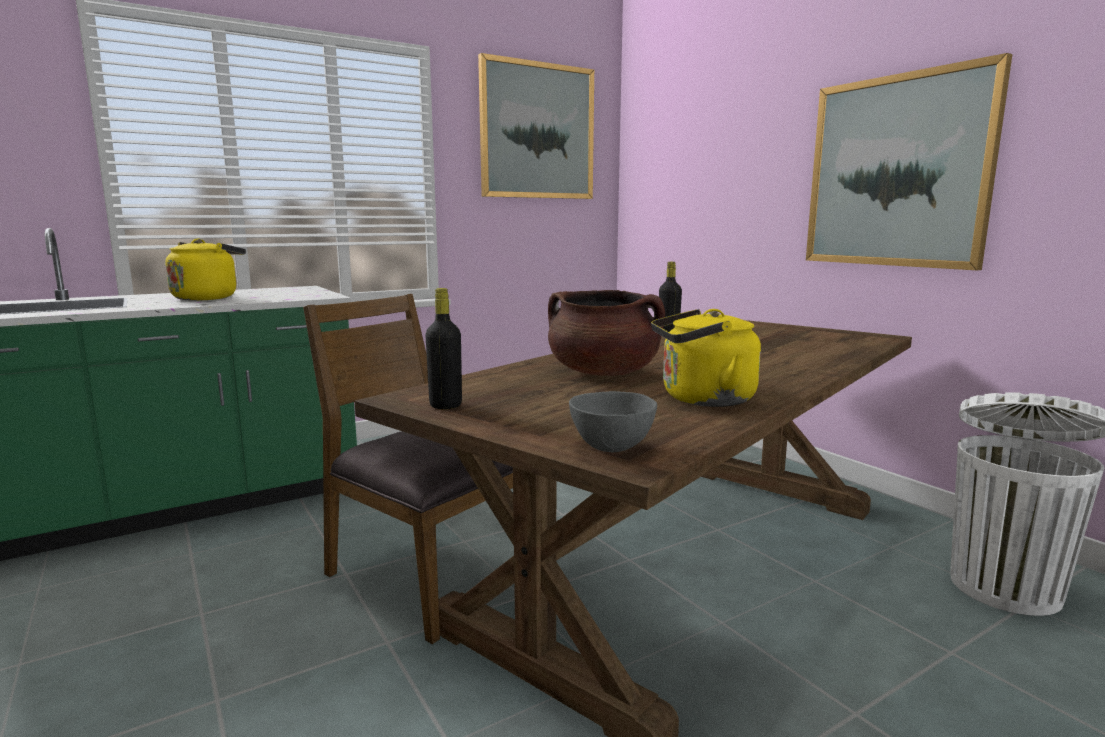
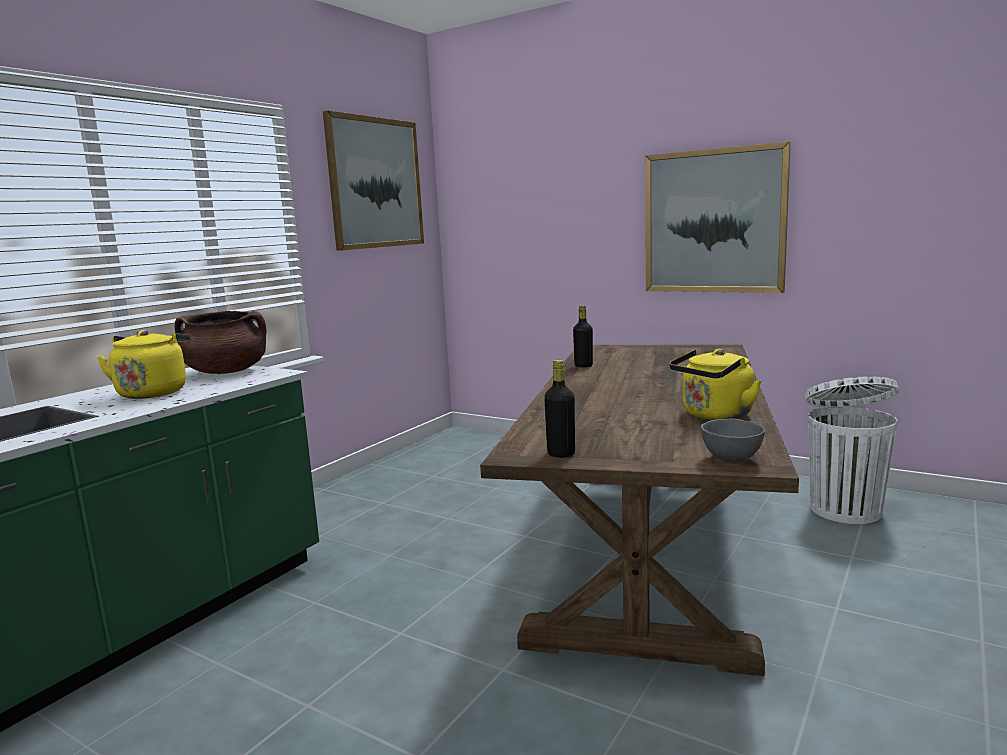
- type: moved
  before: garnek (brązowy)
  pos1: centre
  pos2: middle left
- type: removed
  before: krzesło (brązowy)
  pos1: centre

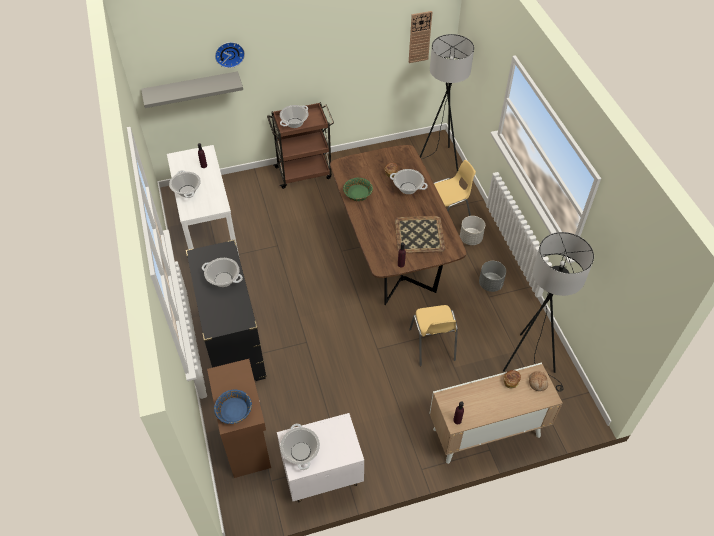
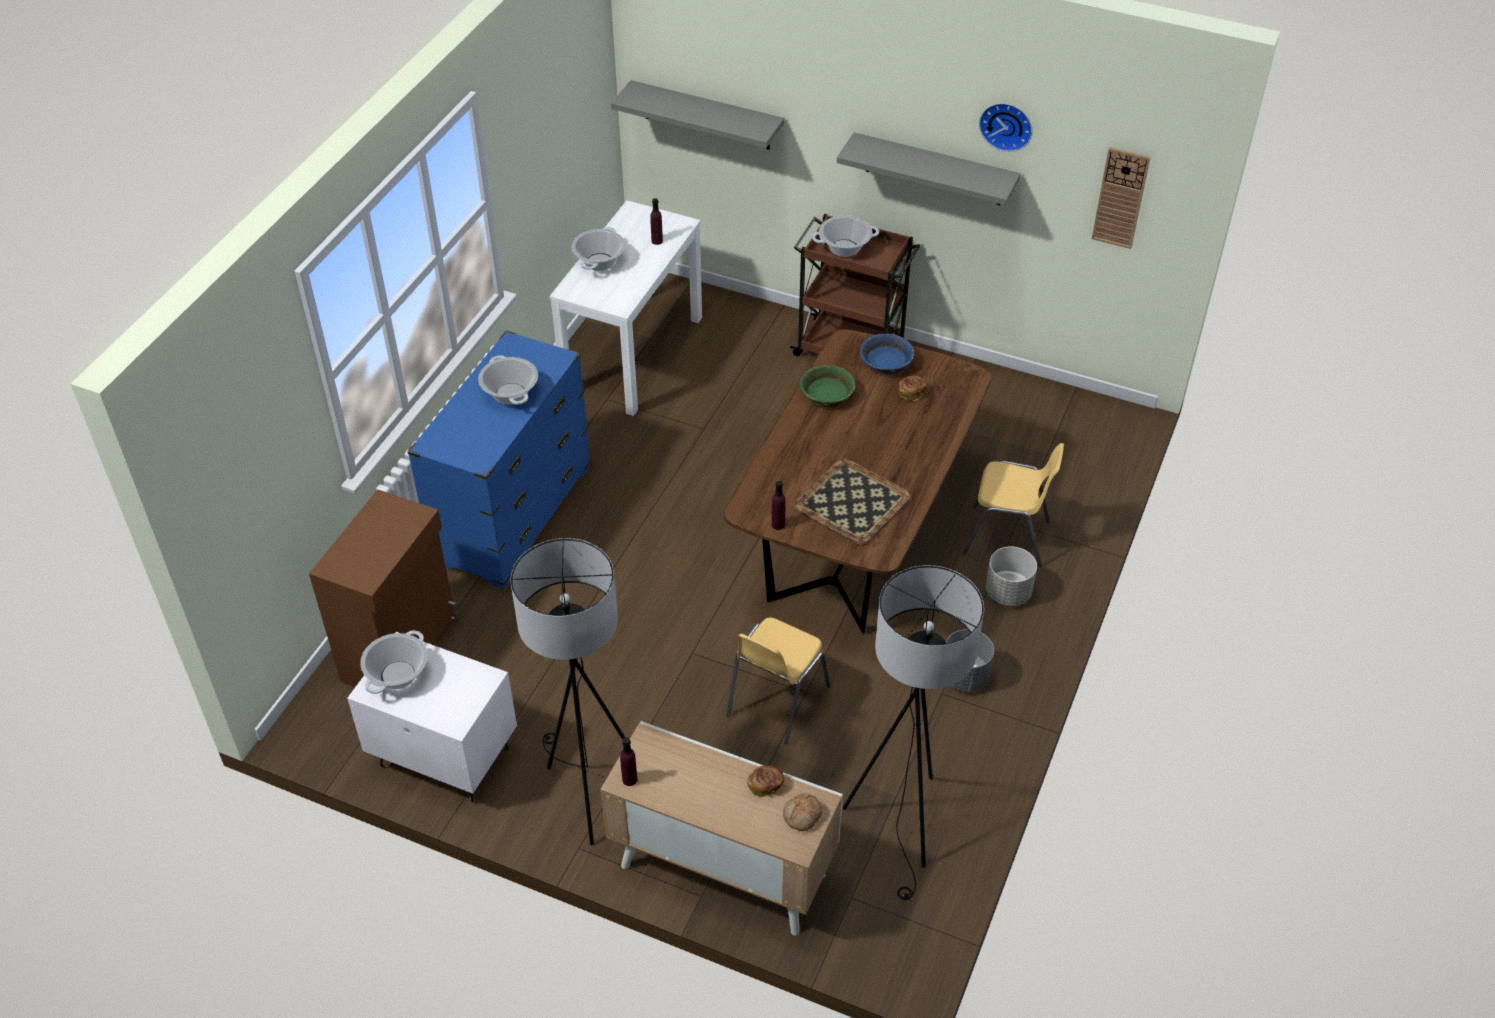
- type: recoloured
  before: komoda (czarny)
  after: komoda (niebieski)
  pos1: middle left
  pos2: centre
- type: moved
  before: lampa stojąca (czarny) (1st from left)
  pos1: top centre
  pos2: bottom centre
- type: added
  after: półka (szary) (2nd from left)
  pos2: top centre
- type: moved
  before: miska (niebieski)
  pos1: bottom left
  pos2: centre
- type: moved
  before: zegar ścienny (1st from left)
  pos1: top left
  pos2: top right
- type: removed
  before: garnek (5th from left)
  pos1: centre

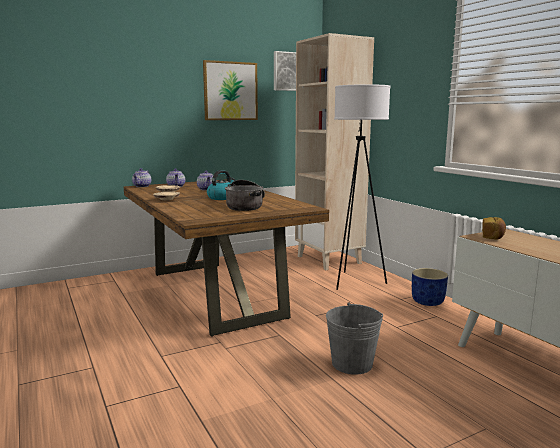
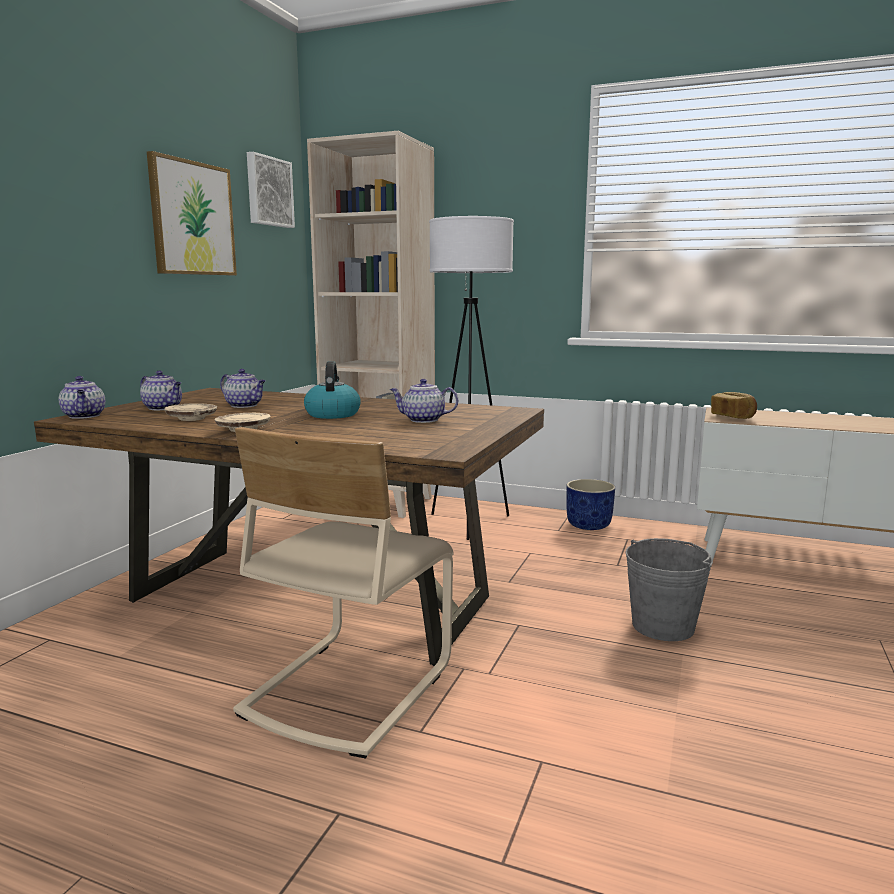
- type: added
  after: krzesło (beżowy)
  pos2: centre
- type: replaced
  before: garnek
  after: imbryk (4th from left)
  pos1: centre
  pos2: centre

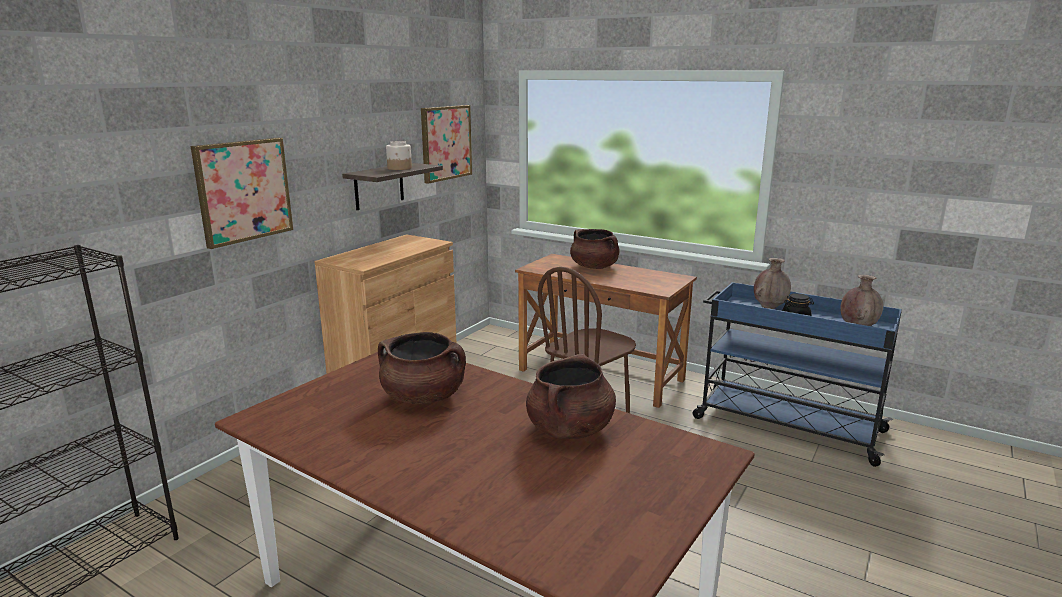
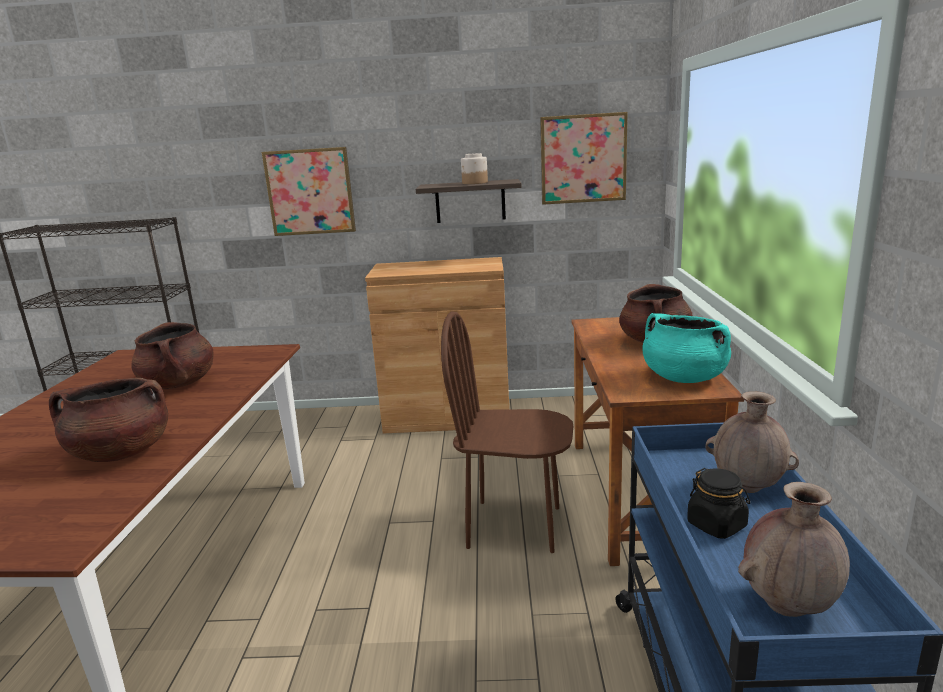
- type: added
  after: garnek (turkusowy)
  pos2: middle right

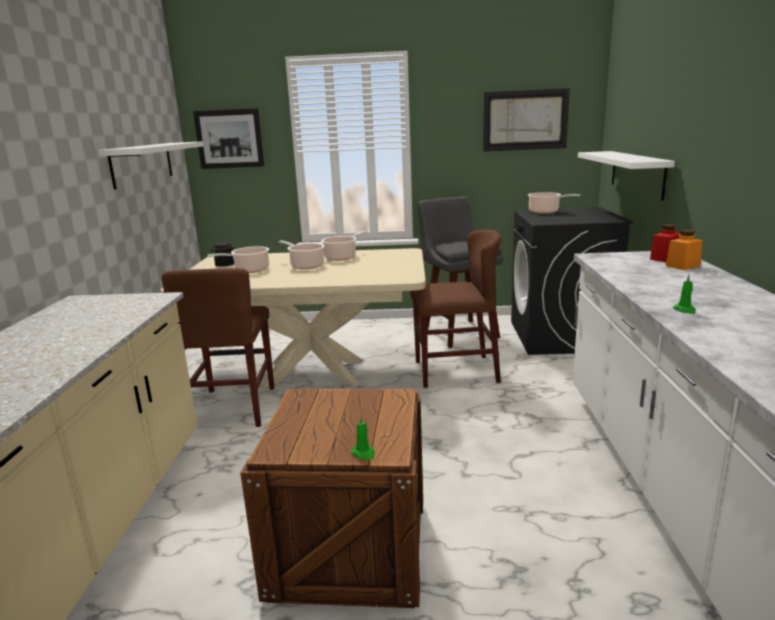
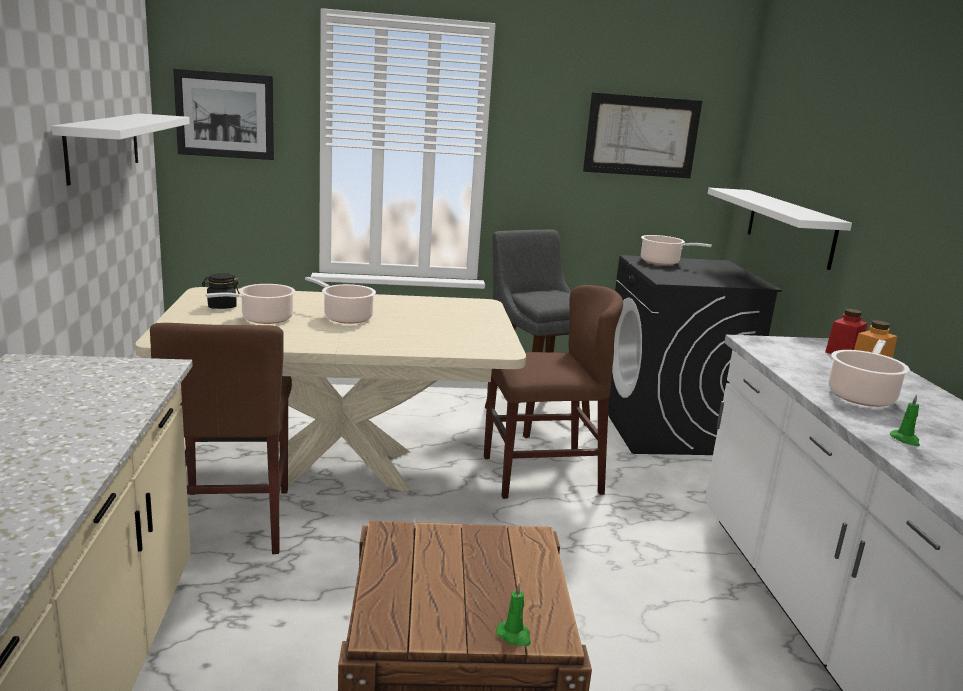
- type: moved
  before: garnek (3rd from left in the first image)
  after: garnek (4th from left)
  pos1: centre
  pos2: middle right

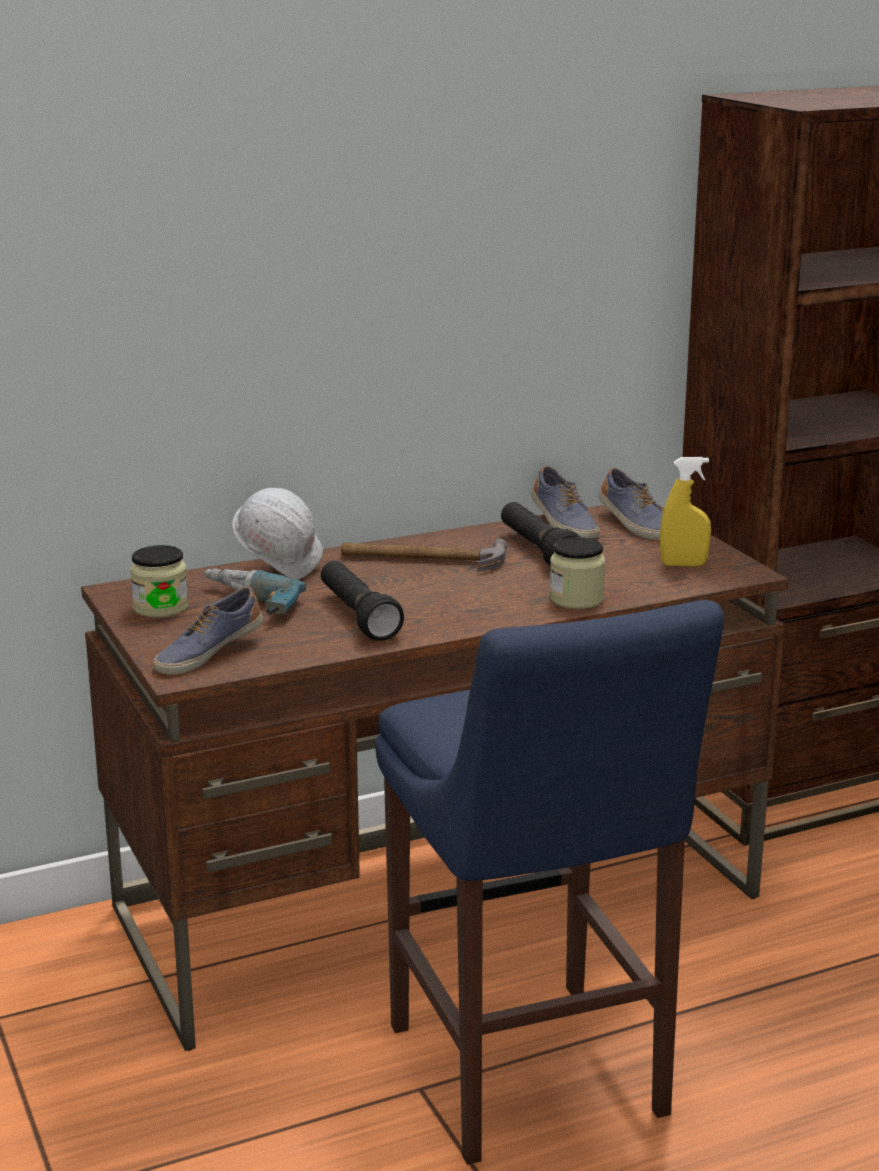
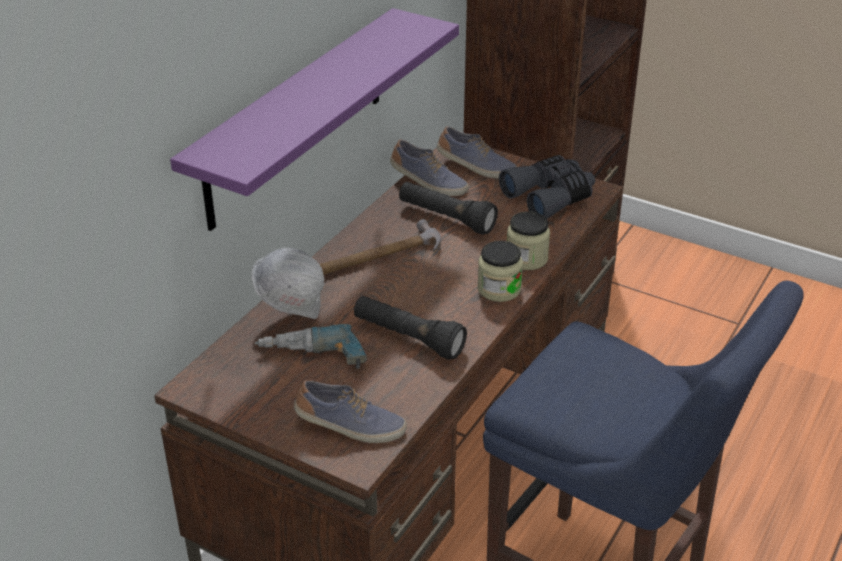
- type: added
  after: półka (fioletowy)
  pos2: top centre
- type: turned
  before: but (1st from left)
  pos1: middle left
  pos2: bottom centre
  turn: -90
- type: moved
  before: słoik (1st from left)
  pos1: middle left
  pos2: centre
- type: replaced
  before: spryskiwacz (żółty)
  after: lornetka (szary)
  pos1: middle right
  pos2: centre

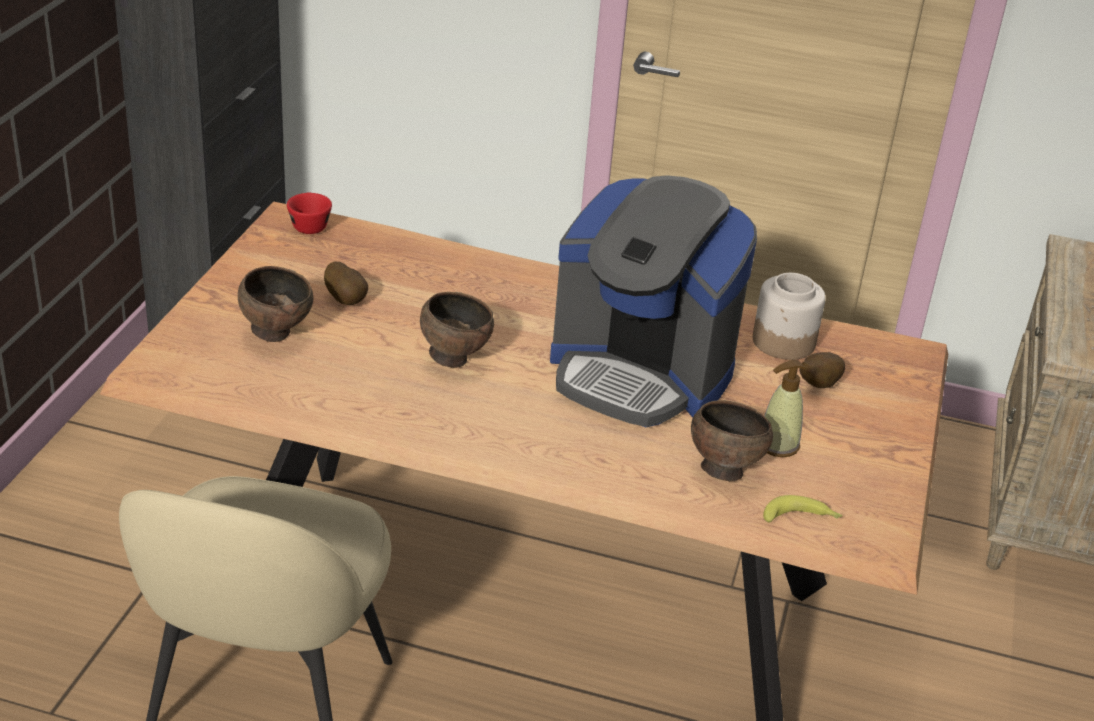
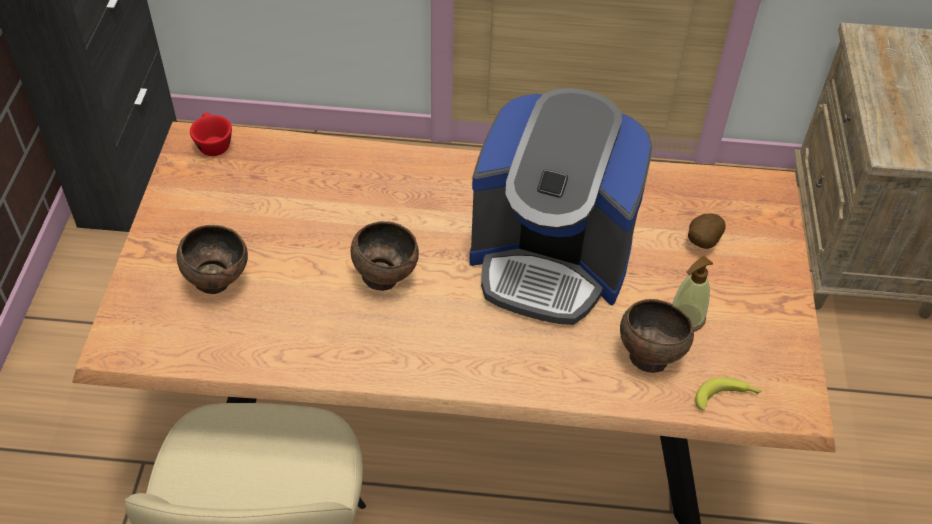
- type: removed
  before: ziemniak (1st from left)
  pos1: middle left
- type: removed
  before: słoik
  pos1: middle right

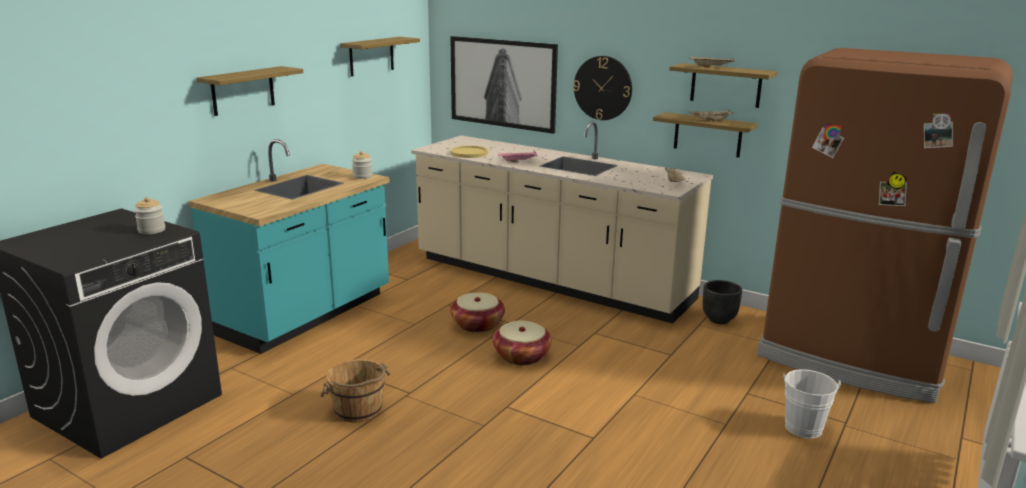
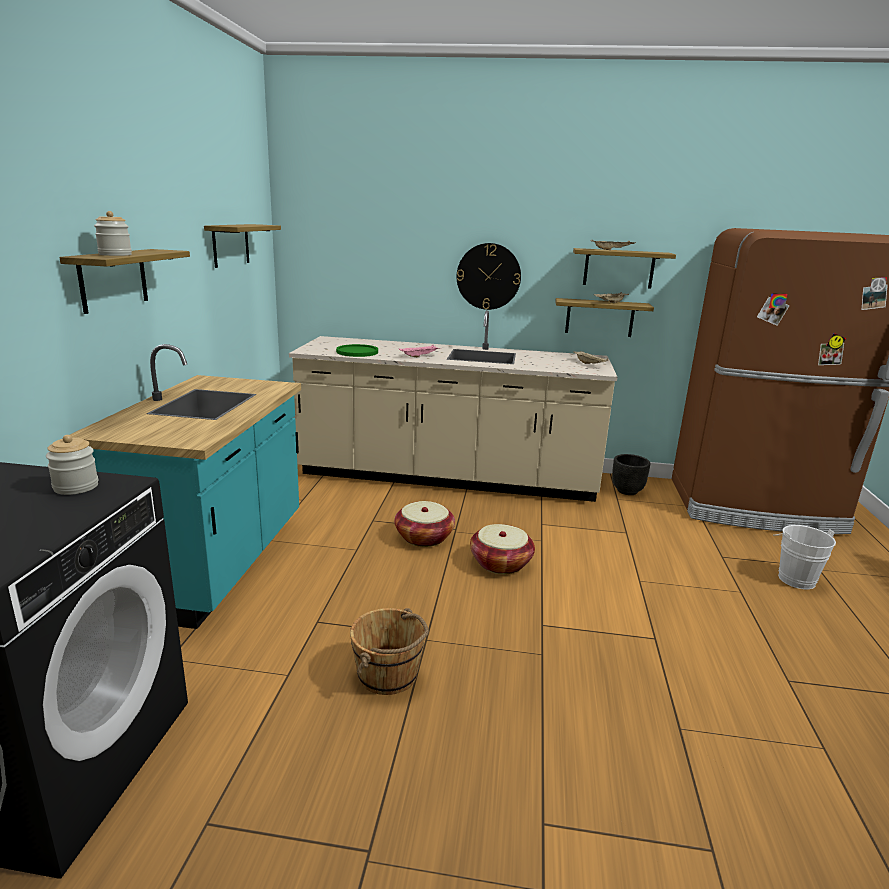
- type: moved
  before: słoik (2nd from left)
  pos1: centre
  pos2: top left
- type: recoloured
  before: talerz (żółty)
  after: talerz (zielony)
  pos1: top centre
  pos2: centre
- type: removed
  before: obraz
  pos1: top centre

